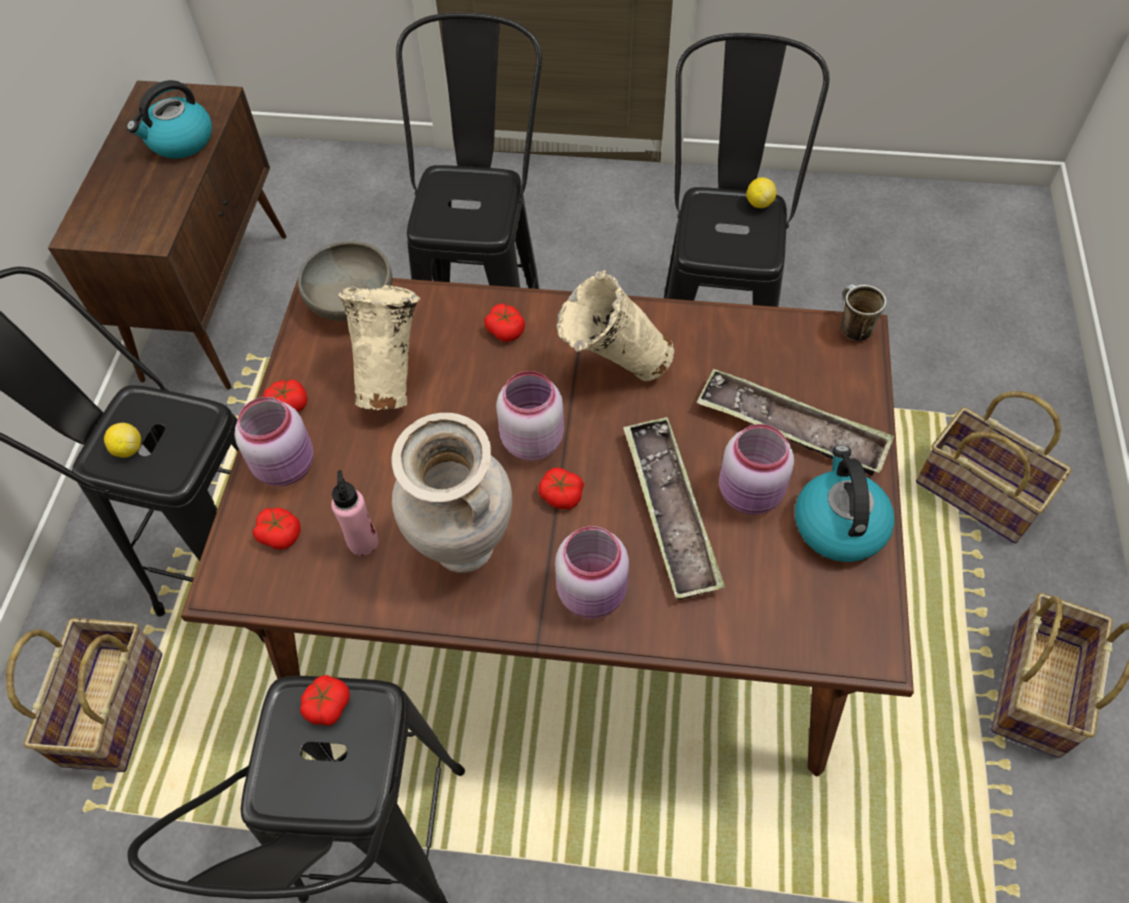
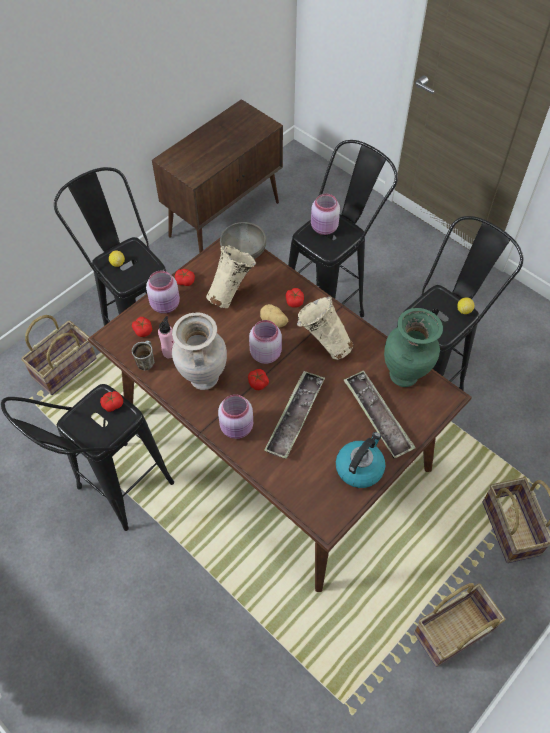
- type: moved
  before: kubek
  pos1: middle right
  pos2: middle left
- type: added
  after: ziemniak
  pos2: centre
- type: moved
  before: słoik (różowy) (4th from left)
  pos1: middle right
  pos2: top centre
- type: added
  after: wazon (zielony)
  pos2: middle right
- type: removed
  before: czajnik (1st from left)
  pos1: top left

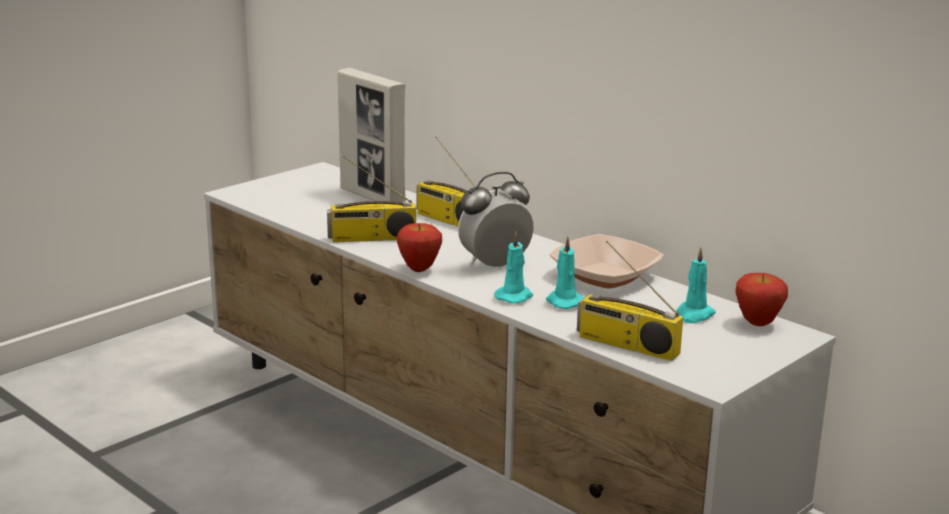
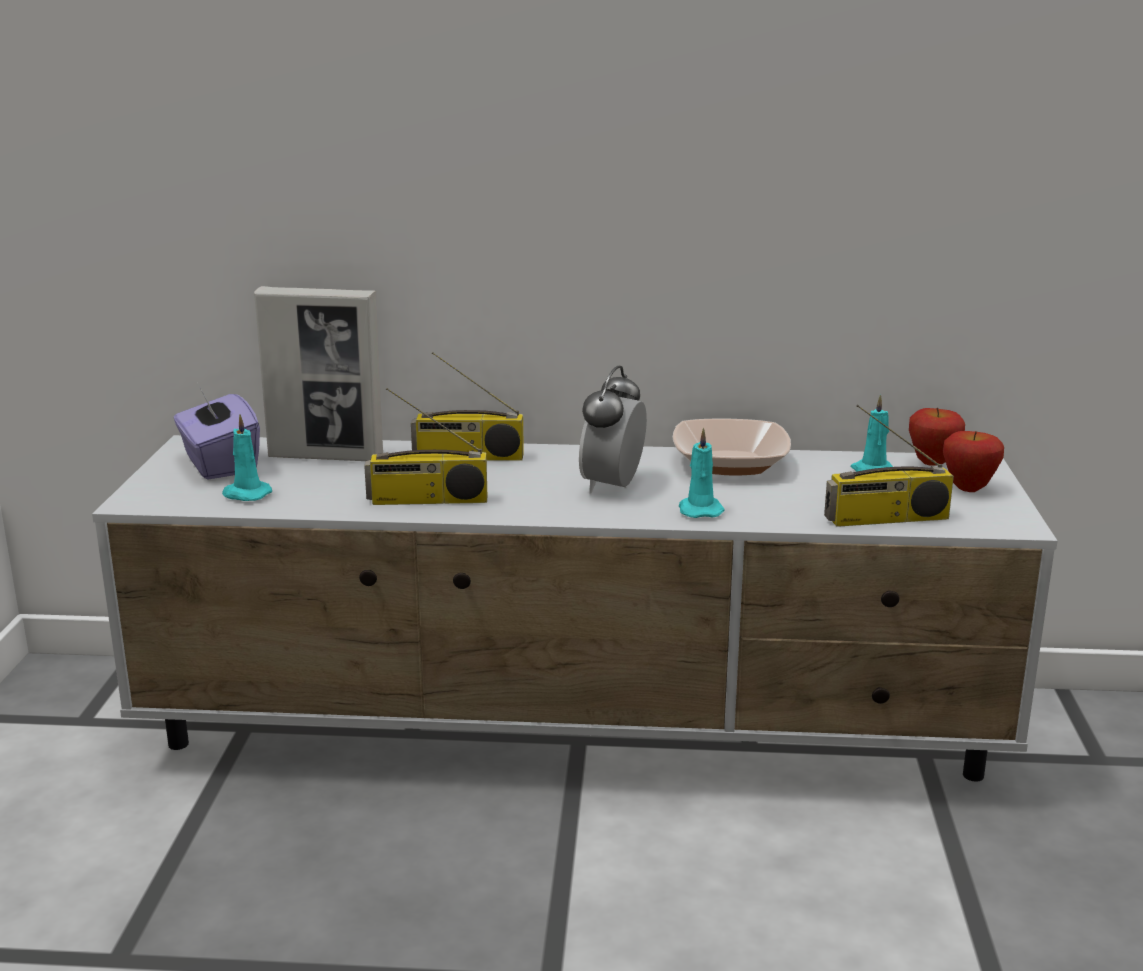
- type: added
  after: pudełko chusteczek (fioletowy)
  pos2: middle left
- type: moved
  before: świeca (turkusowy) (2nd from left in the first image)
  after: świeca (turkusowy) (1st from left)
  pos1: centre
  pos2: middle left
- type: turned
  before: radio (1st from left)
  pos1: centre
  pos2: centre
  turn: 45
- type: moved
  before: jabłko (1st from left in the first image)
  after: jabłko (2nd from left)
  pos1: centre
  pos2: middle right

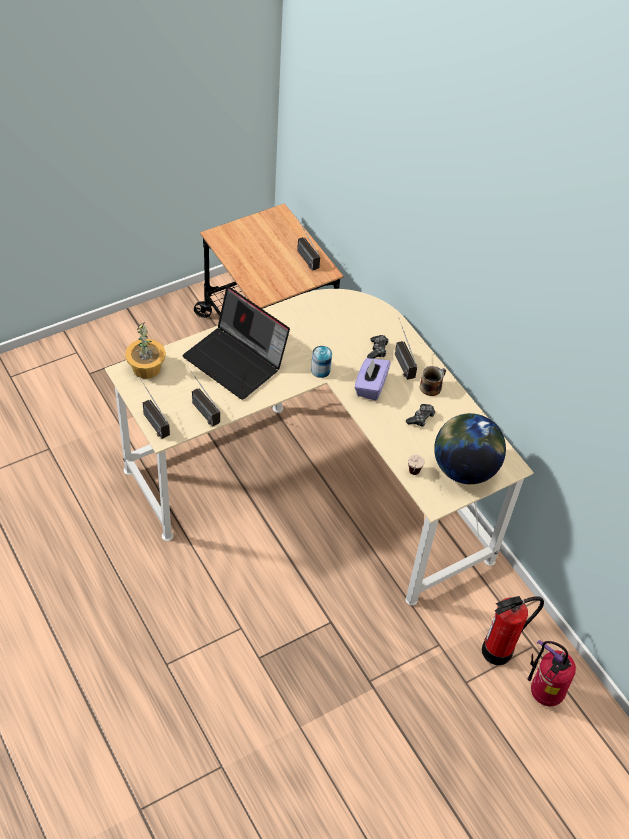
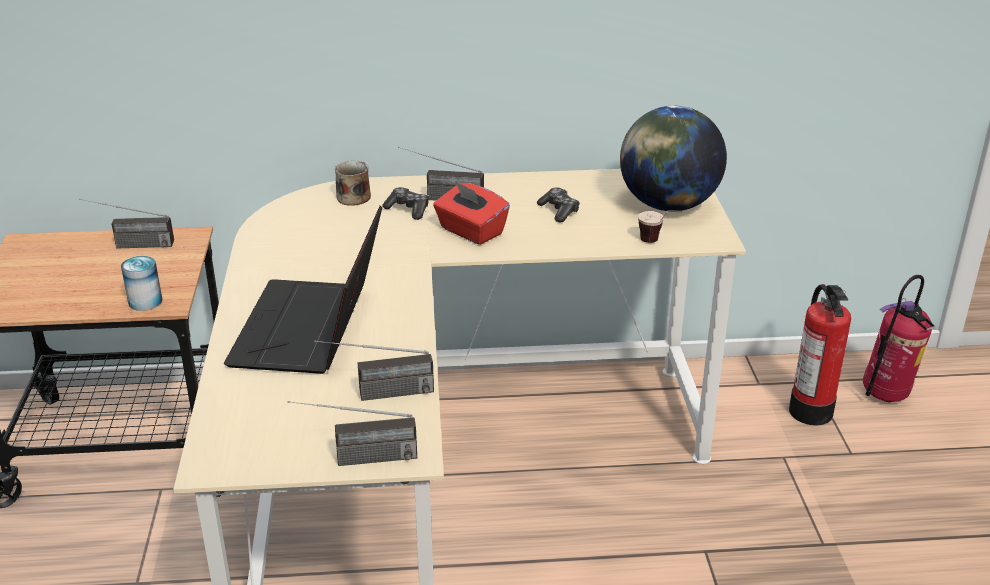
- type: moved
  before: puszka
  pos1: centre
  pos2: middle left
- type: turned
  before: laptop
  pos1: centre
  pos2: middle left
  turn: 120
- type: moved
  before: kubek
  pos1: middle right
  pos2: top centre
- type: recoloured
  before: pudełko chusteczek (fioletowy)
  after: pudełko chusteczek (czerwony)
  pos1: centre
  pos2: centre
- type: removed
  before: roślina doniczkowa
  pos1: middle left

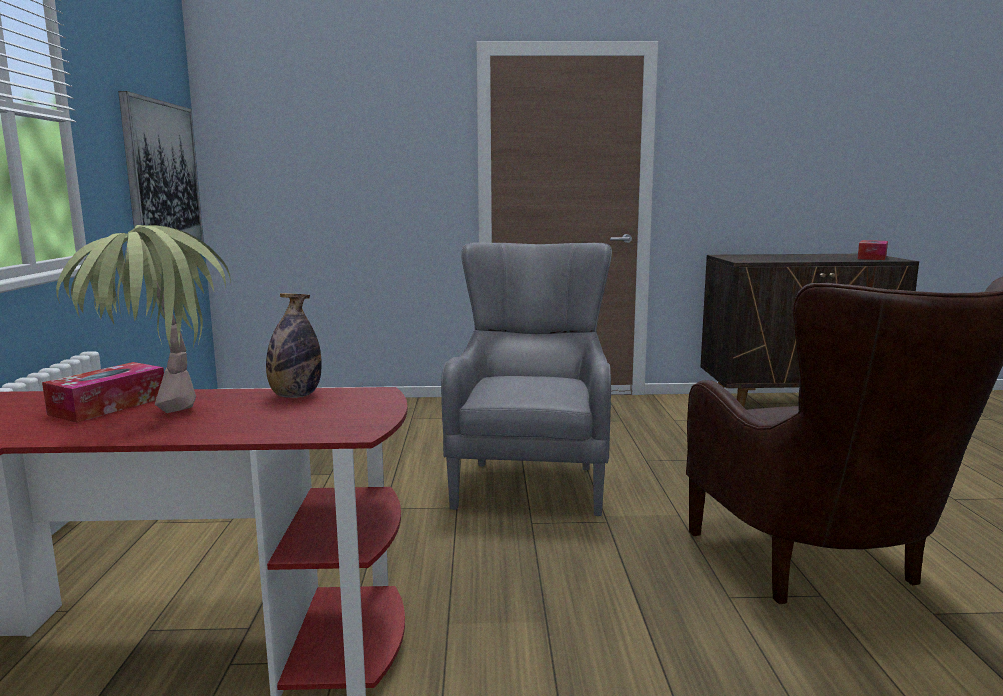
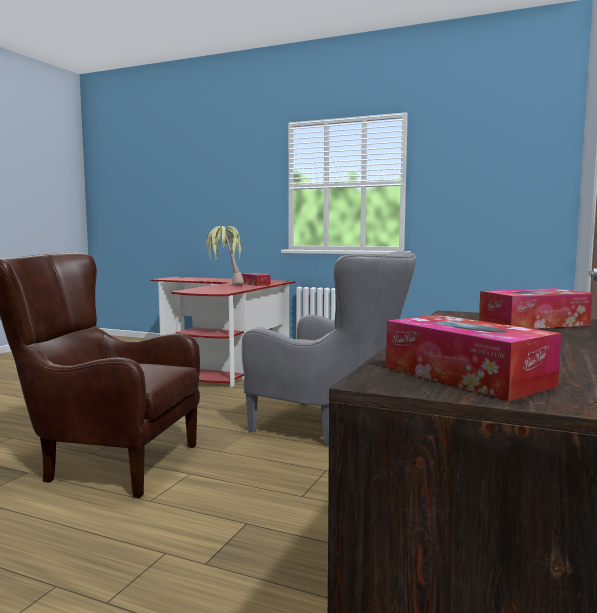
- type: added
  after: pudełko chusteczek (3rd from left)
  pos2: middle right
- type: removed
  before: obraz
  pos1: top left
- type: removed
  before: butelka
  pos1: middle left

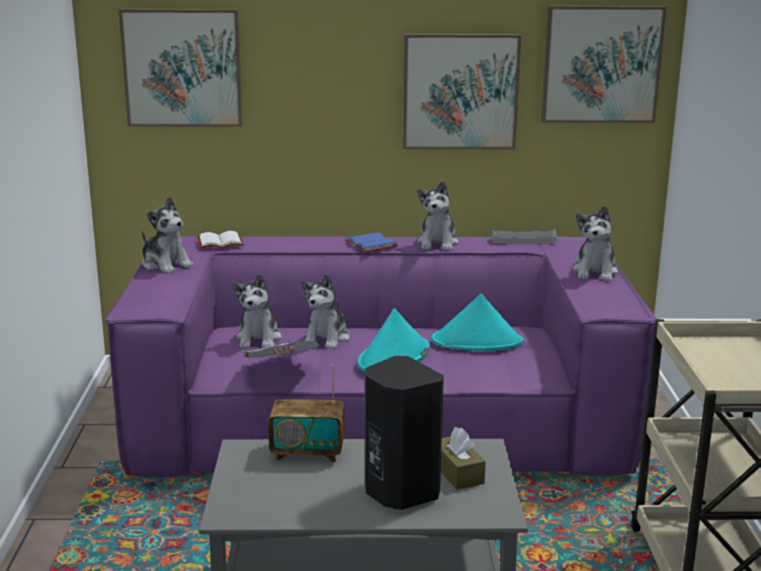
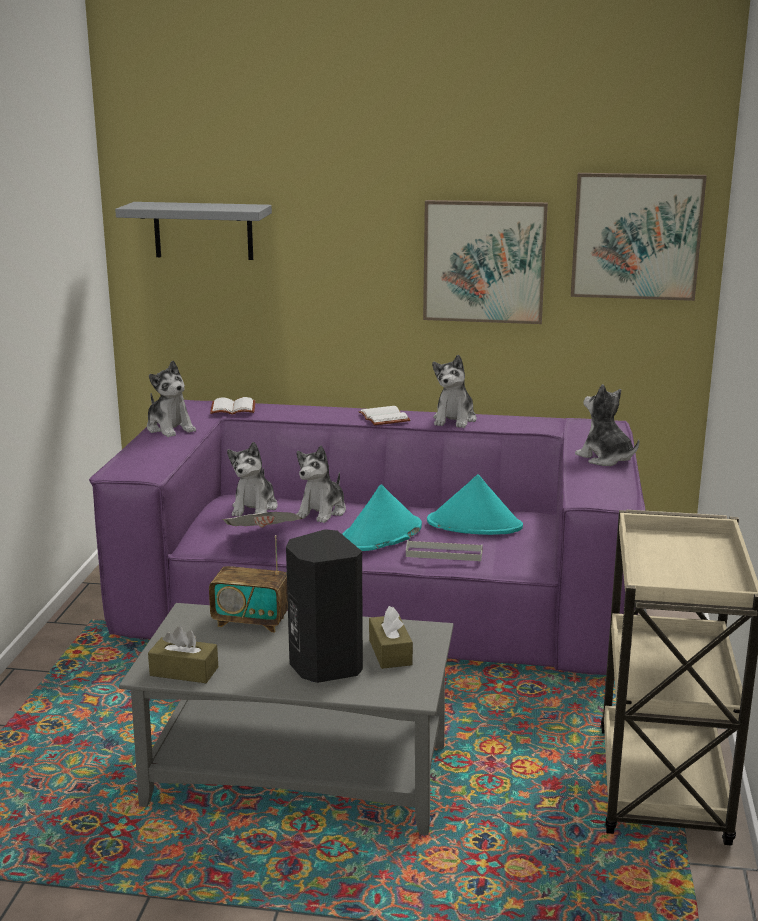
- type: replaced
  before: obraz (1st from left)
  after: półka (szary)
  pos1: top left
  pos2: top left
- type: added
  after: pudełko chusteczek (brązowy) (1st from left)
  pos2: bottom left
- type: recoloured
  before: książka (niebieski)
  after: książka (biały) (2nd from left)
  pos1: centre
  pos2: centre
- type: moved
  before: taca (szary)
  pos1: middle right
  pos2: centre
- type: turned
  before: pluszak (5th from left)
  pos1: middle right
  pos2: middle right
  turn: 120

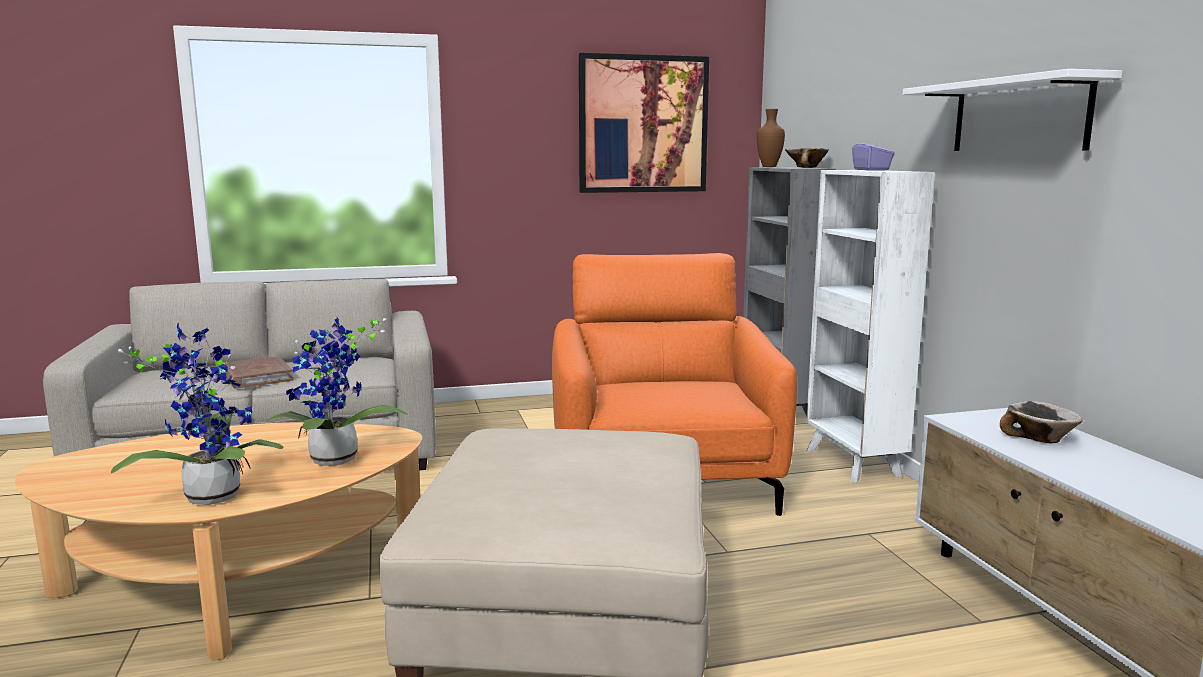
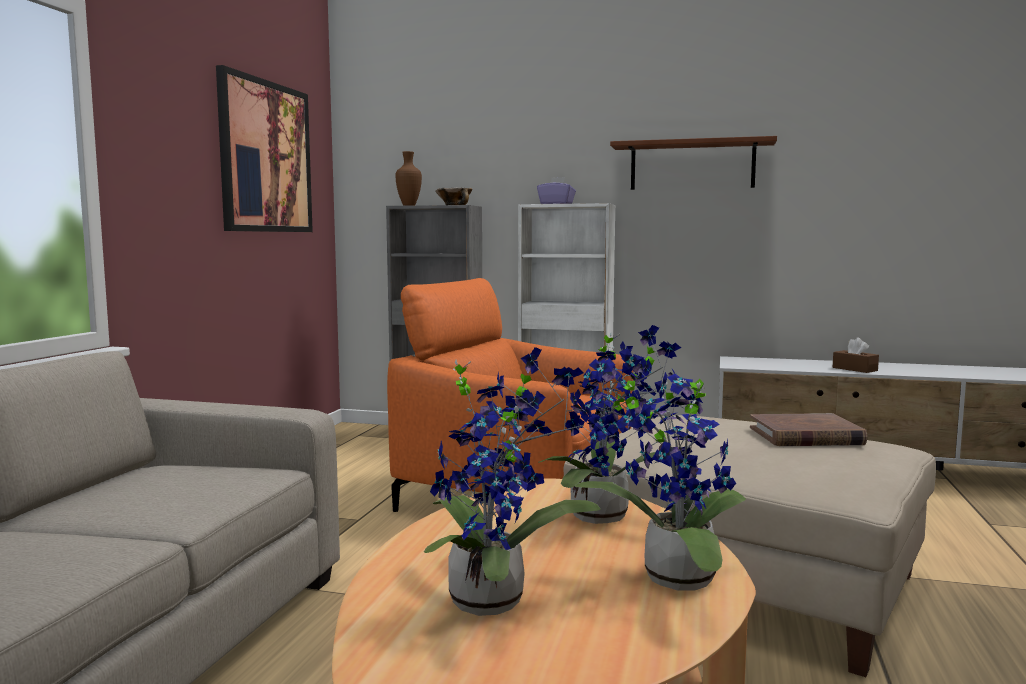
- type: added
  after: roślina doniczkowa (1st from left)
  pos2: bottom centre
- type: recoloured
  before: półka (biały)
  after: półka (brązowy)
  pos1: top right
  pos2: top right
- type: moved
  before: książka (brązowy)
  pos1: middle left
  pos2: middle right
- type: added
  after: pudełko chusteczek (brązowy)
  pos2: middle right
- type: removed
  before: miska (2nd from left)
  pos1: middle right

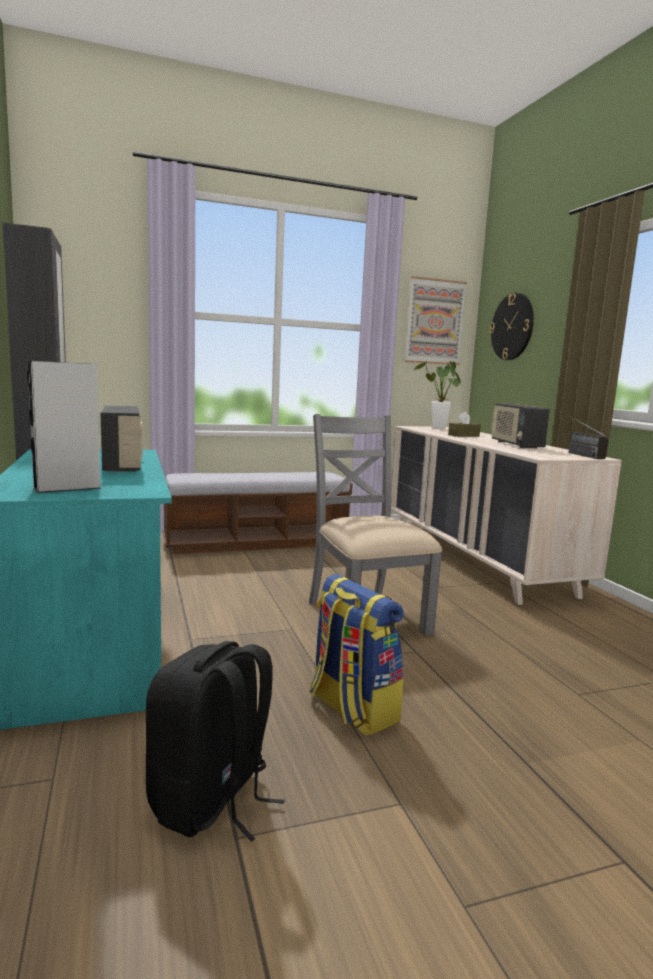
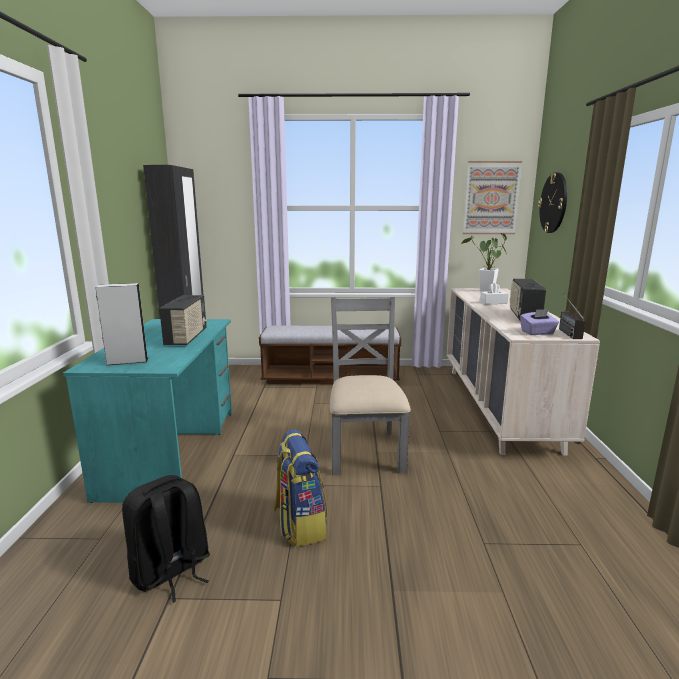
- type: recoloured
  before: pudełko chusteczek (brązowy)
  after: pudełko chusteczek (biały)
  pos1: middle right
  pos2: middle right
- type: added
  after: pudełko chusteczek (fioletowy)
  pos2: middle right

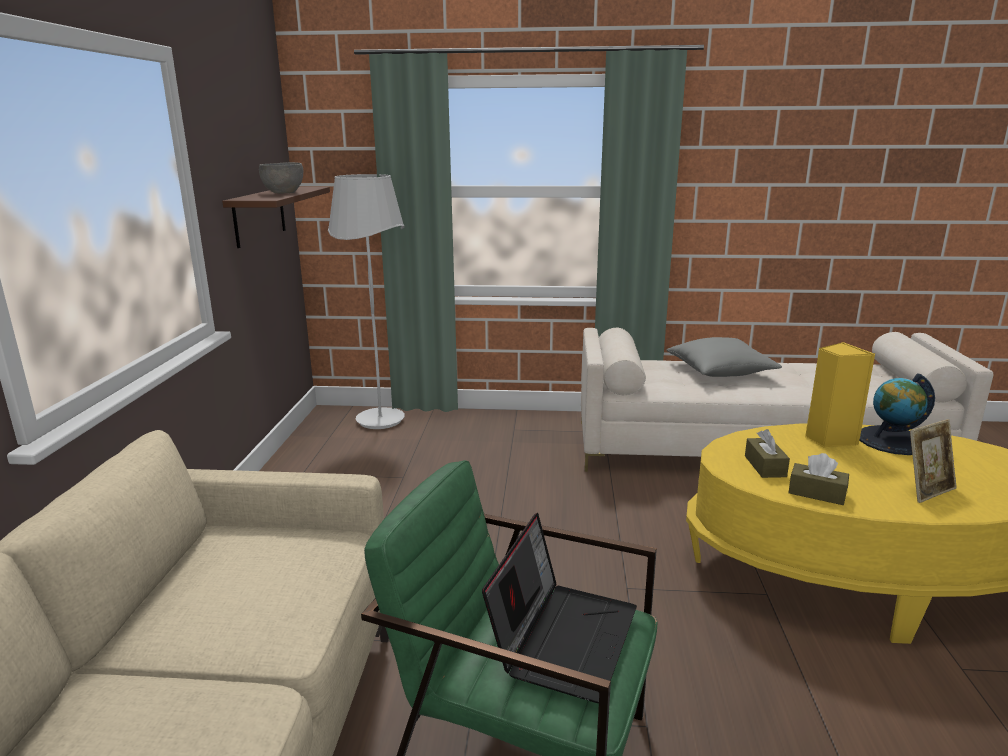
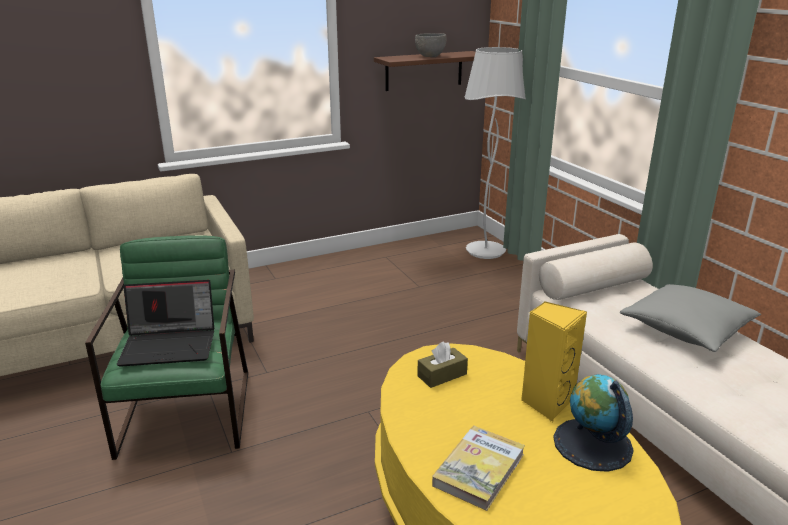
- type: replaced
  before: ramka na zdjęcie
  after: książka
  pos1: middle right
  pos2: bottom centre
- type: removed
  before: pudełko chusteczek (brązowy) (2nd from left)
  pos1: middle right

